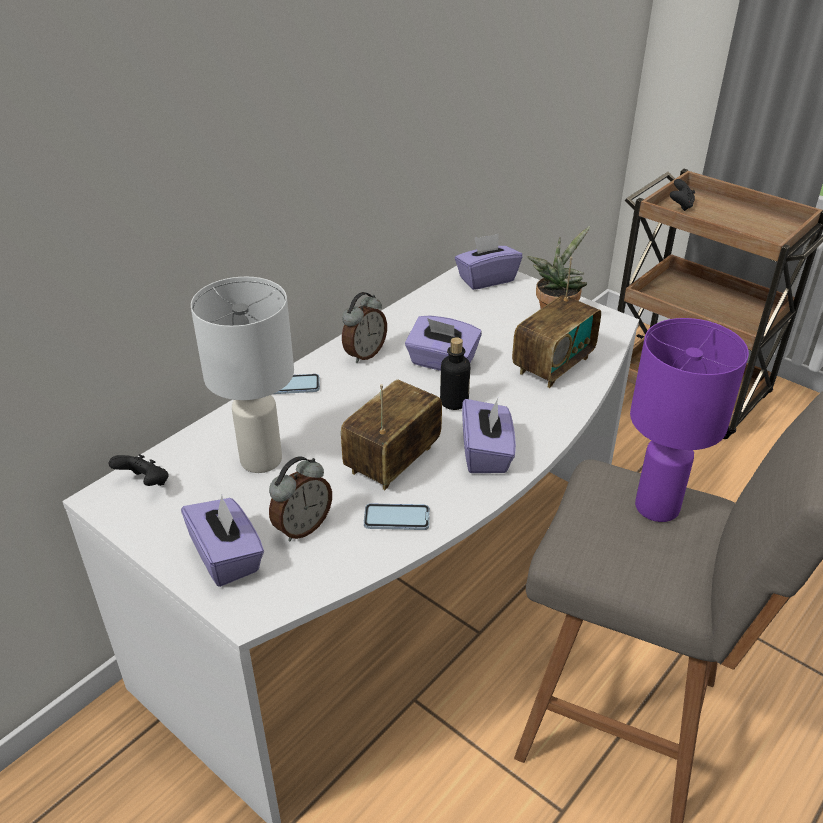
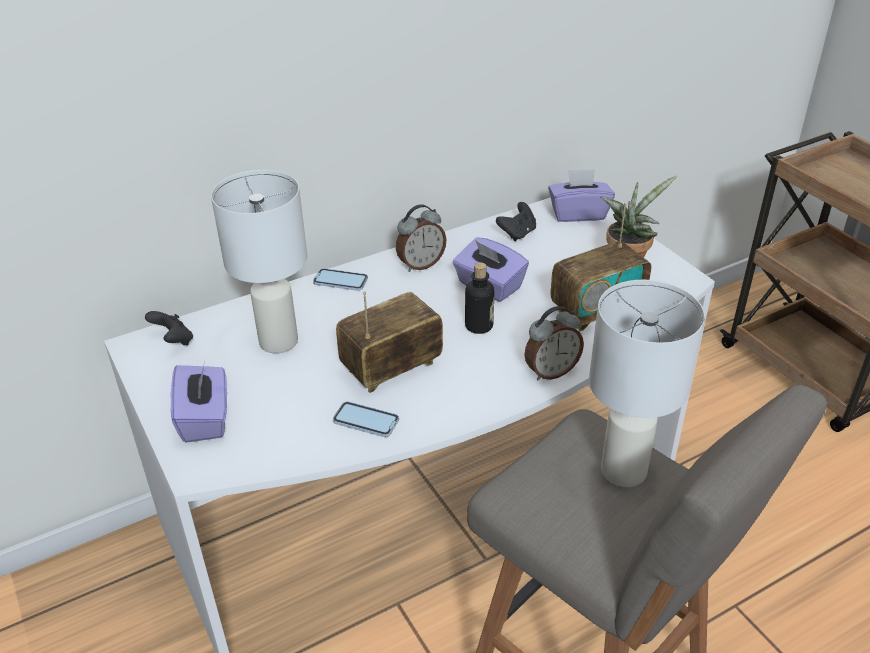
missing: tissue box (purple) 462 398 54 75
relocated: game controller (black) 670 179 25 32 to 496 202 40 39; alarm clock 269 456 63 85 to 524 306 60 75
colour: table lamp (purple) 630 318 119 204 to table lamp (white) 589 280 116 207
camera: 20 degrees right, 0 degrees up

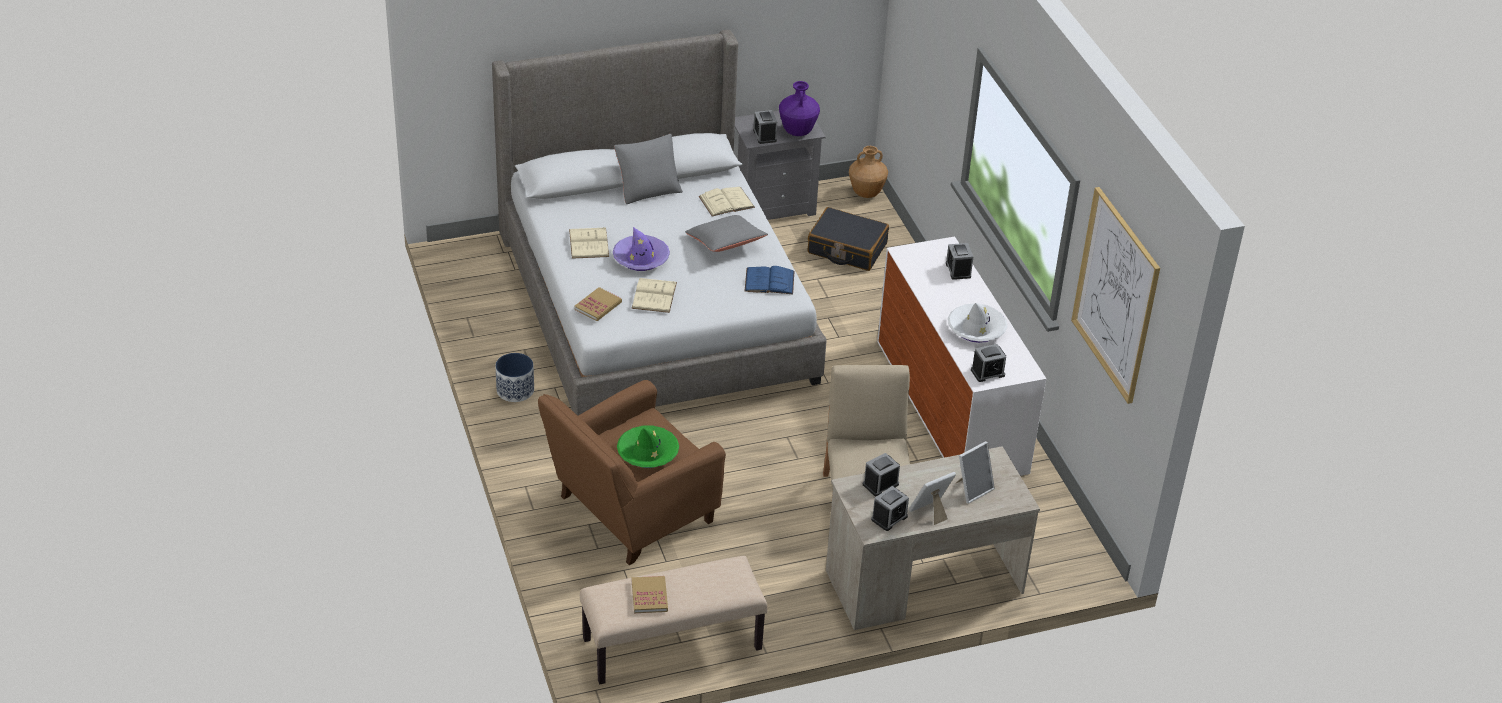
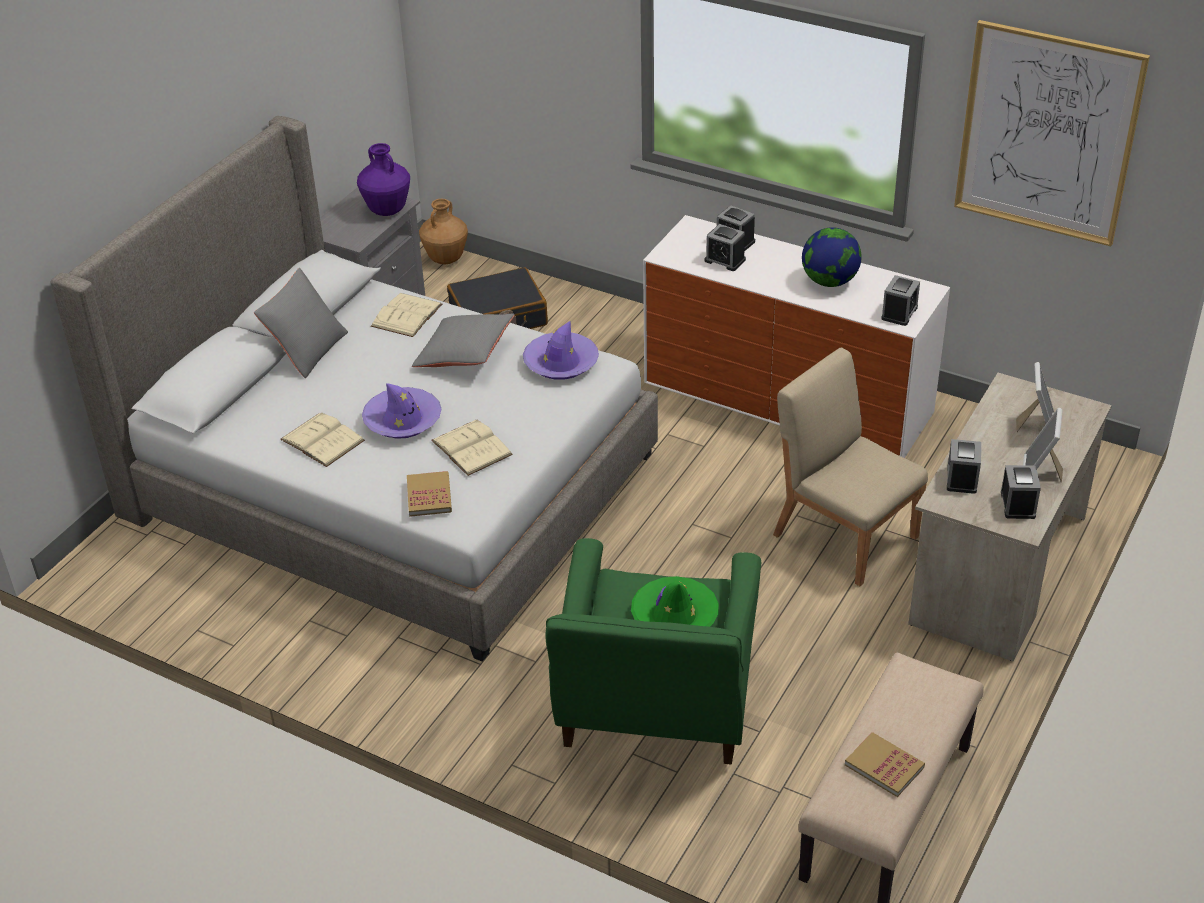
missing: planter 495 353 39 49
relocated: alarm clock 753 110 24 34 to 704 224 42 47
exchanged: book (blue) 744 266 50 28 to hat (purple) 523 321 76 59; hat (white) 948 303 59 40 to globe 802 227 60 60
colour: armchair (brown) 538 380 188 185 to armchair (green) 545 538 216 226
camera: 40 degrees left, 0 degrees up

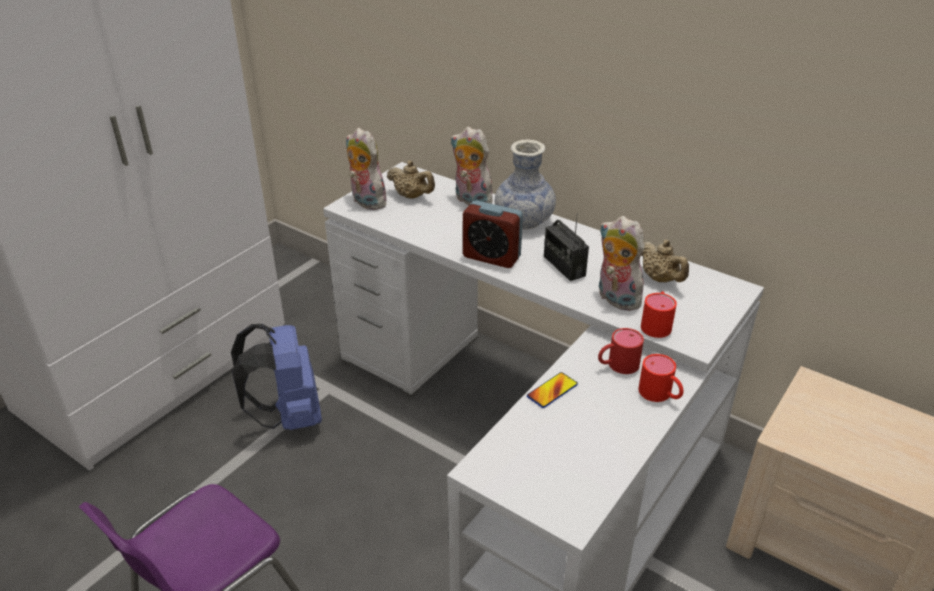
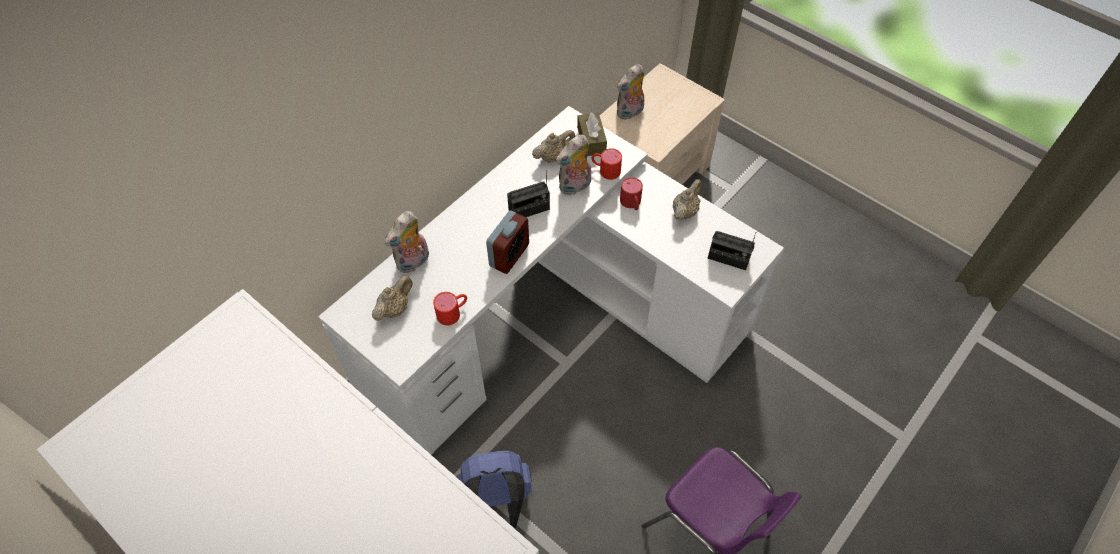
missing: vase 495 139 61 91; phone 527 372 51 36
appeared: tissue box (brown) 577 112 30 44; teapot (beige) 673 179 28 41; radio 708 231 48 39
relocated: mug (red) 638 354 46 48 to 433 292 34 33; plush toy 346 128 41 82 to 617 64 27 56
camera: 85 degrees left, 20 degrees up

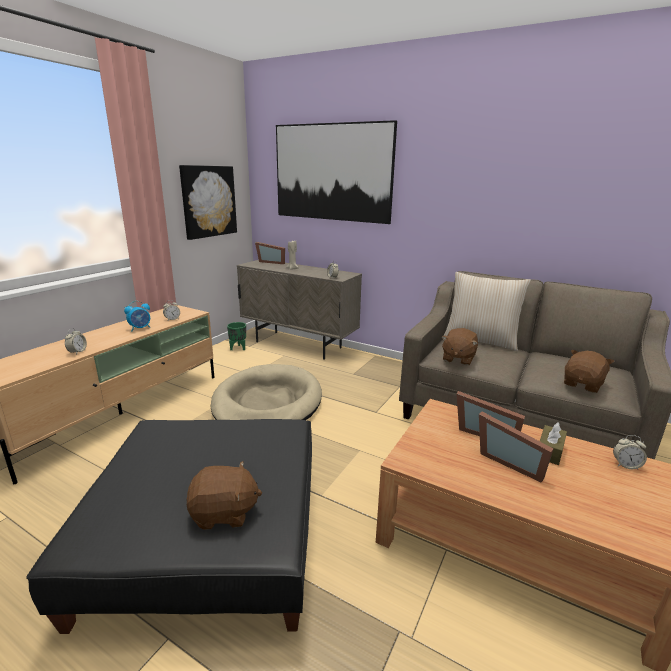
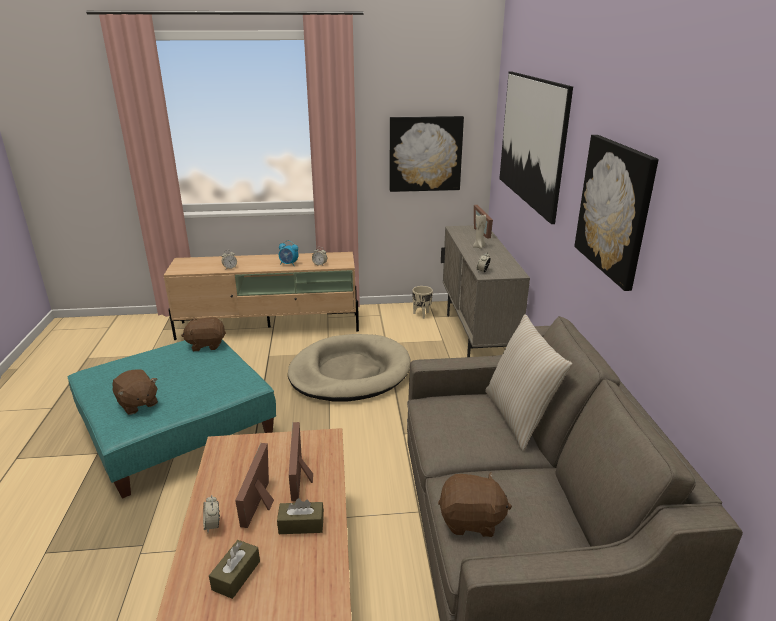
appeared: tissue box (brown) 209 540 51 59; picture 574 135 85 156
relocated: plush toy (brown) 442 328 36 38 to 181 317 45 34; alarm clock 613 435 34 35 to 203 495 17 38
colour: ottoman (black) 26 419 286 215 to ottoman (turquoise) 67 339 209 159; planter (green) 227 322 19 28 to planter (beige) 412 286 21 33
camera: 55 degrees right, 5 degrees up

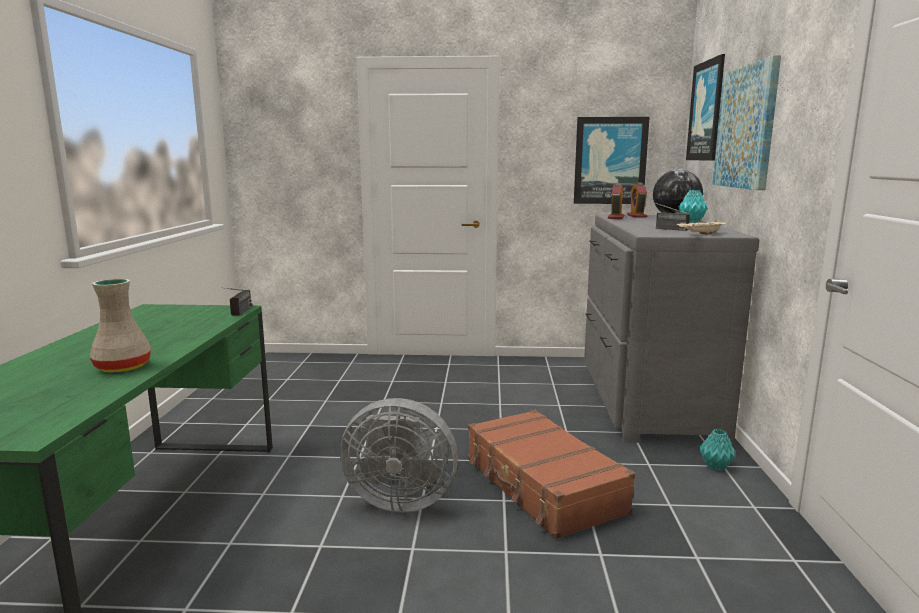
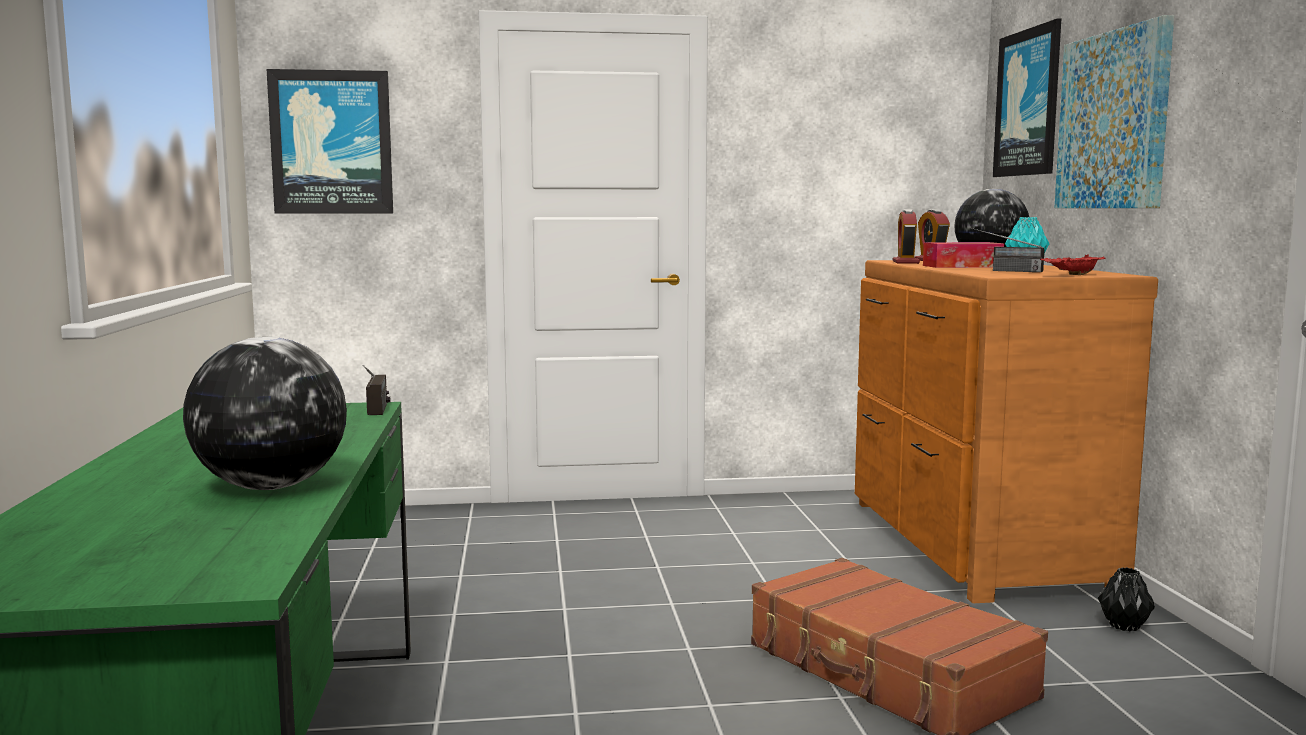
missing: fan (grey) 340 398 118 114
appeared: tissue box 923 242 81 26
relocated: picture 574 117 76 87 to 267 69 126 144
exchanged: vase (beige) 90 279 61 93 to globe 183 337 164 153
colour: dresser (grey) 584 215 176 230 to dresser (brown) 855 260 303 343; tray (beige) 676 220 51 15 to tray (red) 1040 254 66 21; vase (turquoise) 700 429 36 42 to vase (black) 1098 567 57 64
camera: 10 degrees left, 5 degrees down

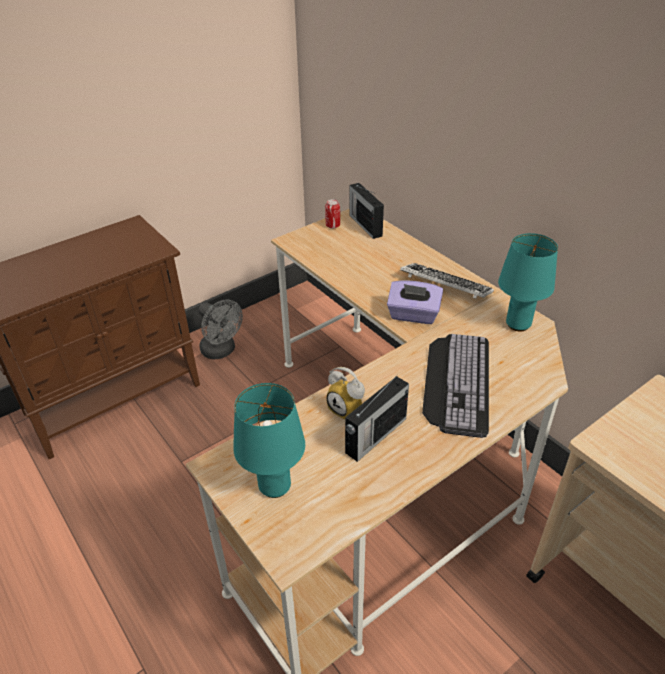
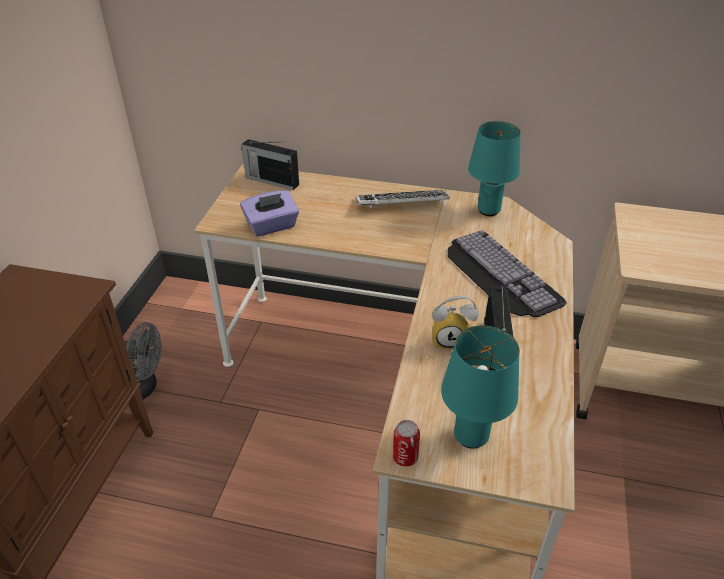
relocated: tissue box (purple) 387 280 56 44 to 240 190 59 47; can 325 199 15 30 to 393 420 27 47
camera: 40 degrees left, 0 degrees up

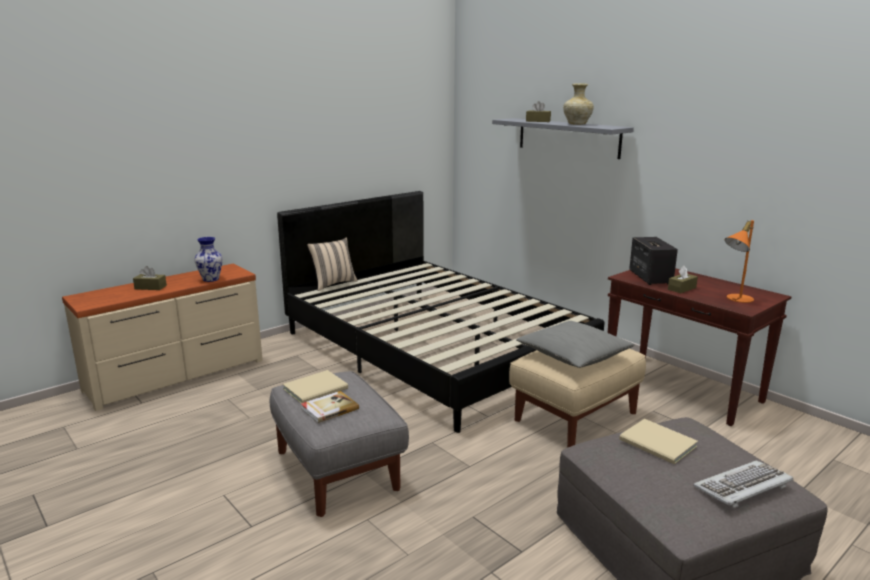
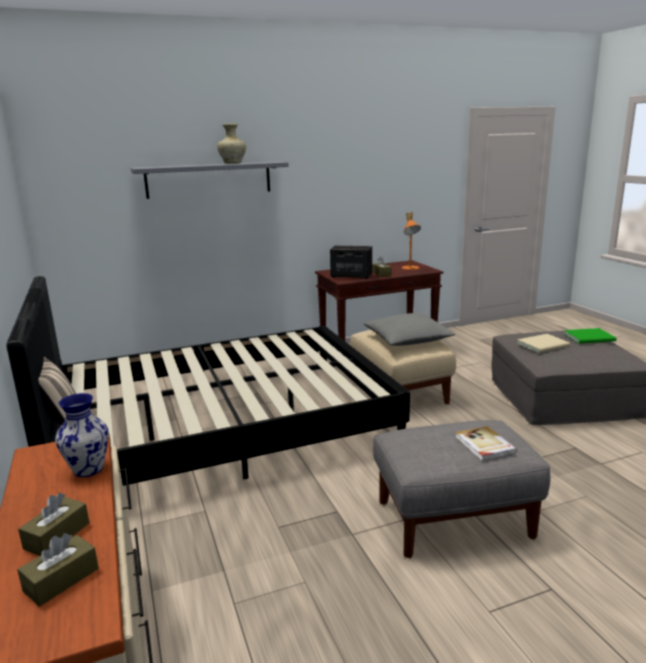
missing: book (beige) 283 370 65 33
relocated: tissue box (brown) 526 101 25 21 to 17 533 82 74
exchanged: keyboard 693 461 101 47 to book (green) 564 328 53 16
camera: 70 degrees left, 0 degrees up

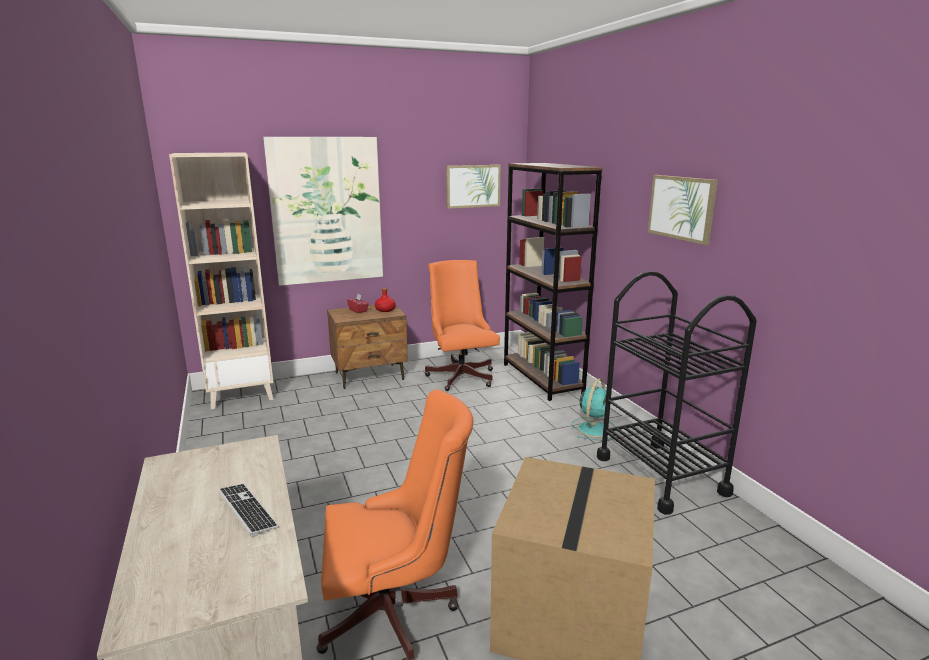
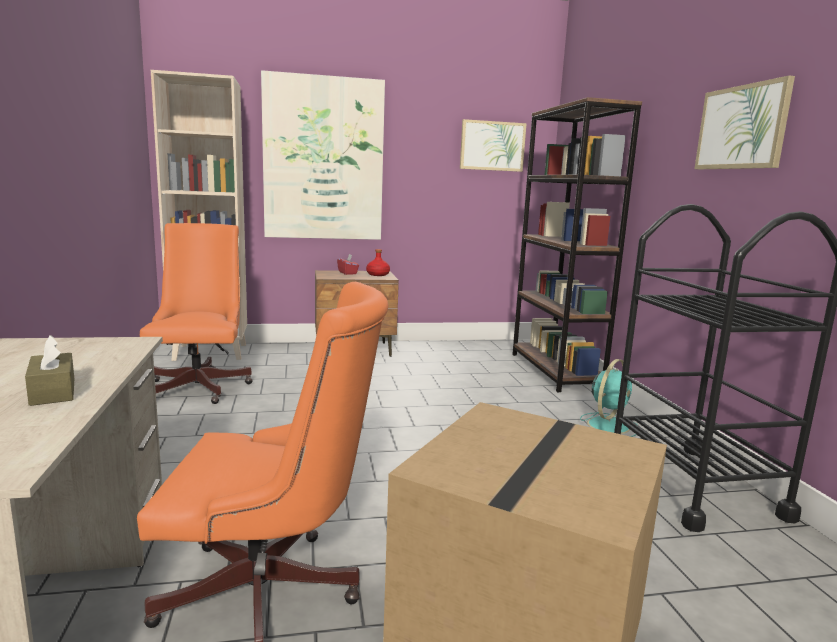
relocated: office chair (orange) 425 260 75 131 to 140 223 113 181
exchanged: keyboard 218 484 61 53 to tissue box (brown) 25 335 49 71
camera: 10 degrees right, 5 degrees down

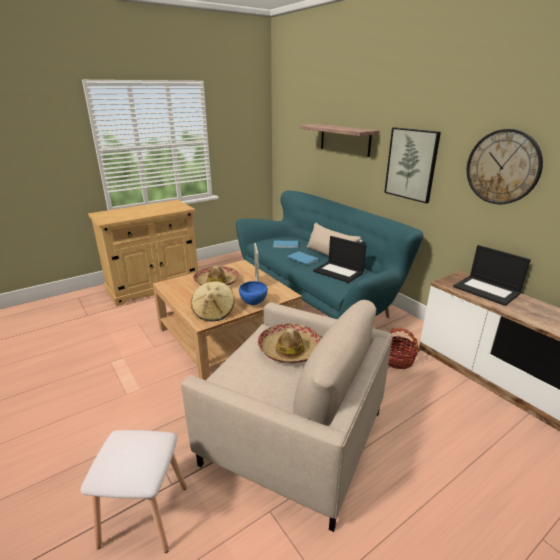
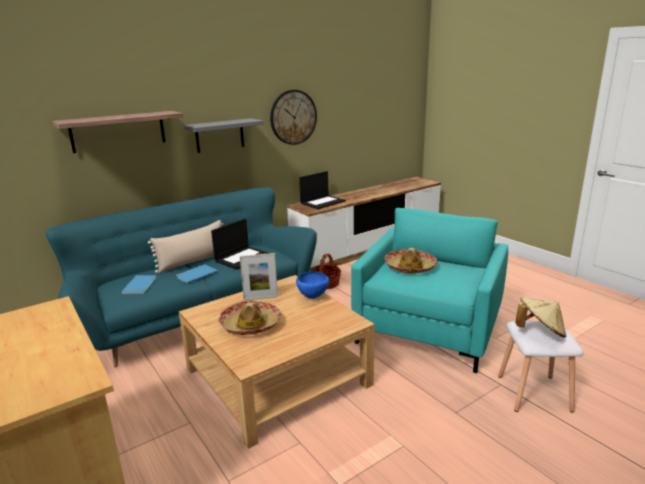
relocated: hat (beige) 191 281 43 40 to 515 297 51 41
exchanged: picture 384 127 57 76 to shelf (grey) 184 118 80 35
colour: armchair (beige) 181 300 211 232 to armchair (turquoise) 351 208 157 165
camera: 90 degrees left, 5 degrees down

